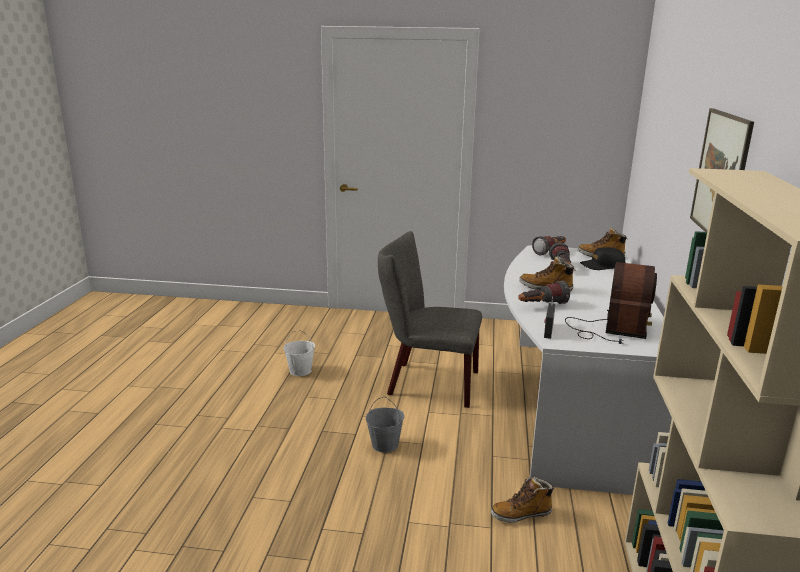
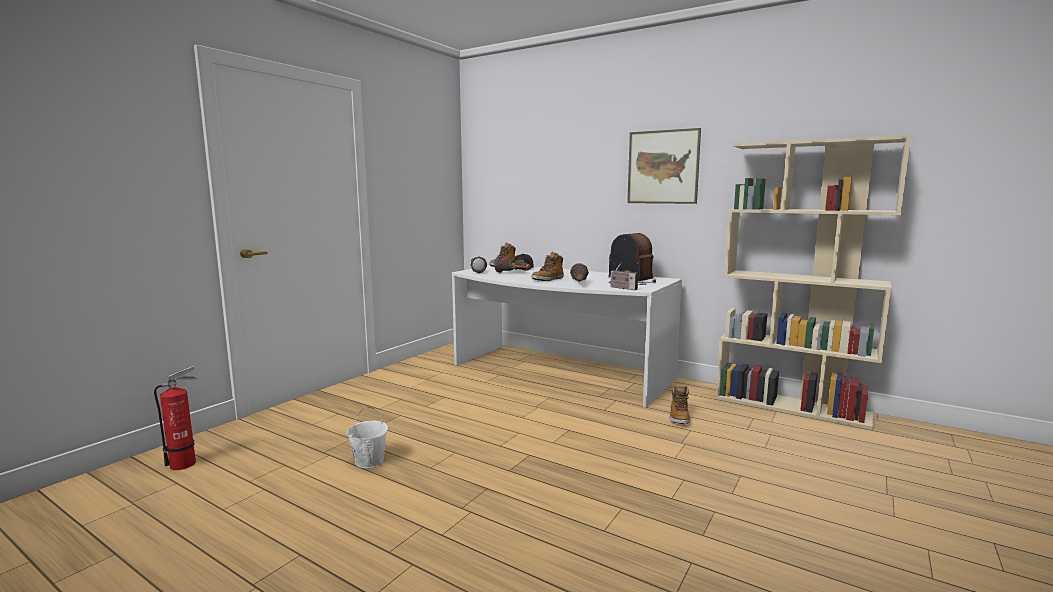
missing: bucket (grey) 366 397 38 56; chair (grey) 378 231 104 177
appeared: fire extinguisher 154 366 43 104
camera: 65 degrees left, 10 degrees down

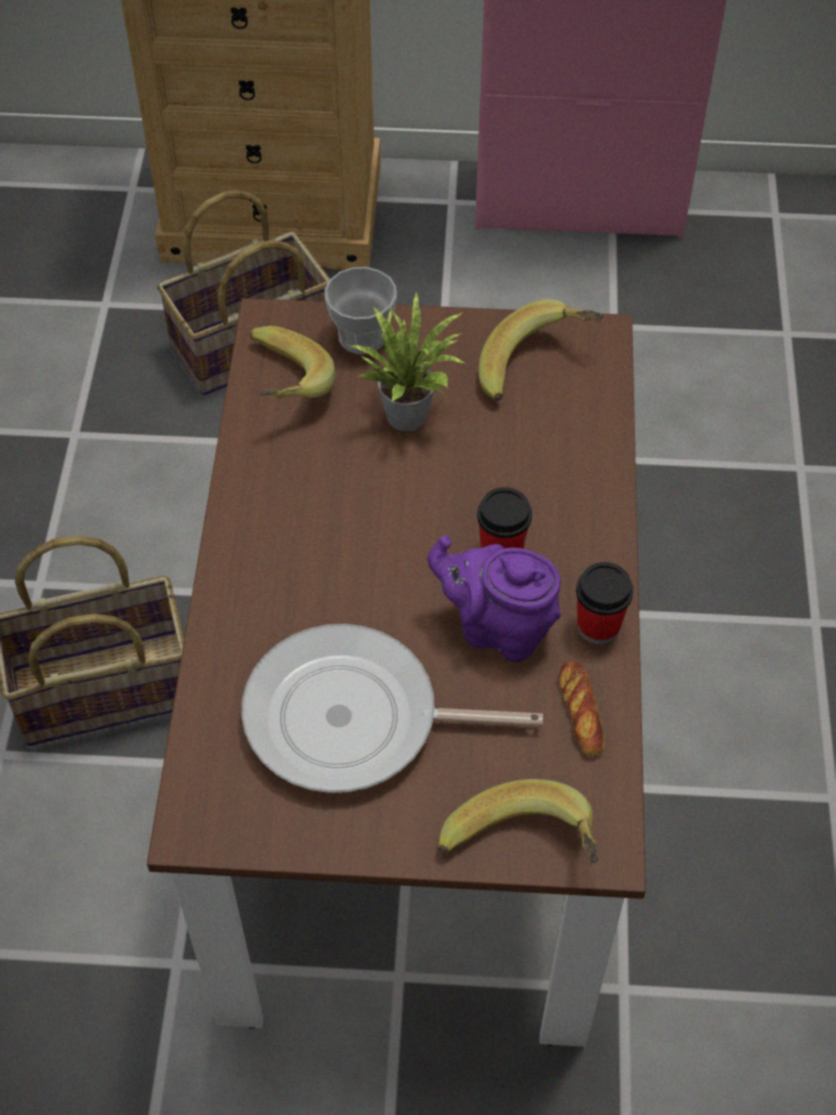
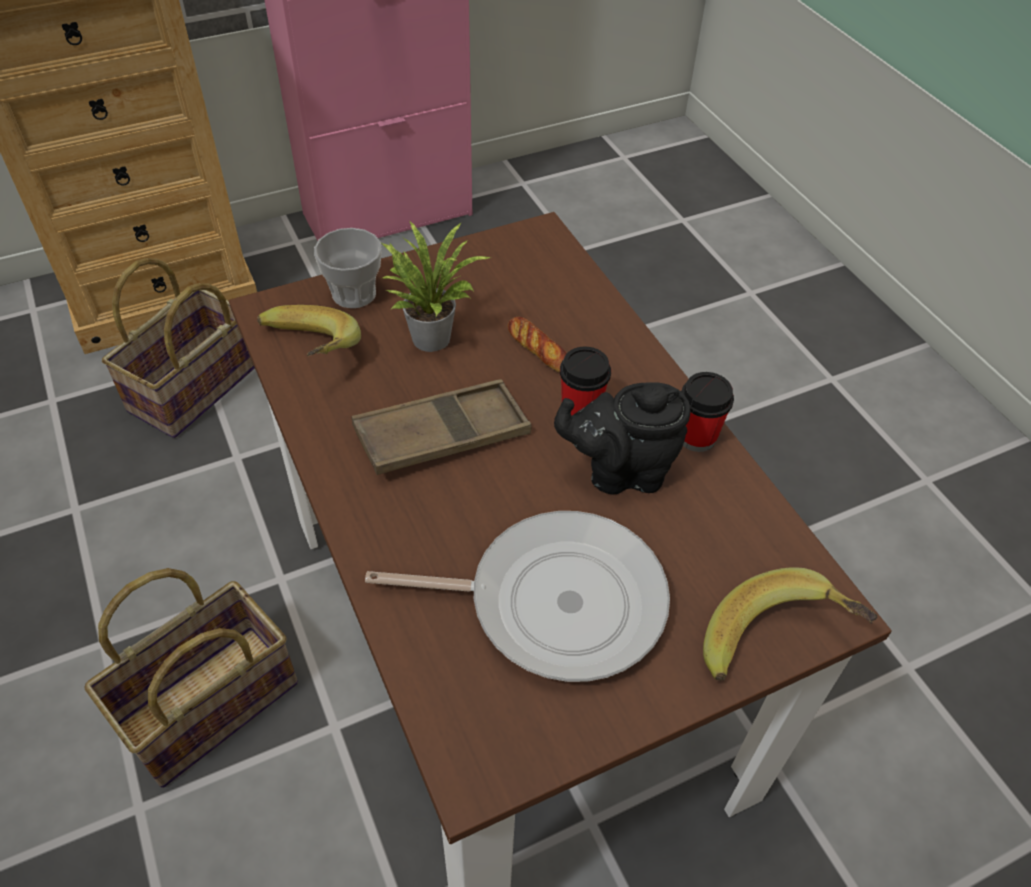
missing: banana 479 299 125 102
appeared: tray (brown) 352 379 180 96
relocated: bread 559 660 46 97 to 508 317 59 56
colour: teapot (purple) 427 535 134 127 to teapot (black) 554 382 136 113
spun: frying pan 241 624 302 169 = 365 511 305 171 150 degrees counterclockwise
camera: 30 degrees left, 5 degrees down

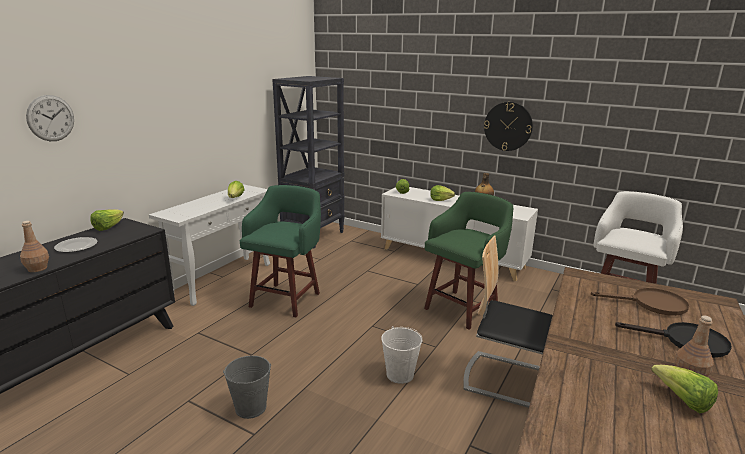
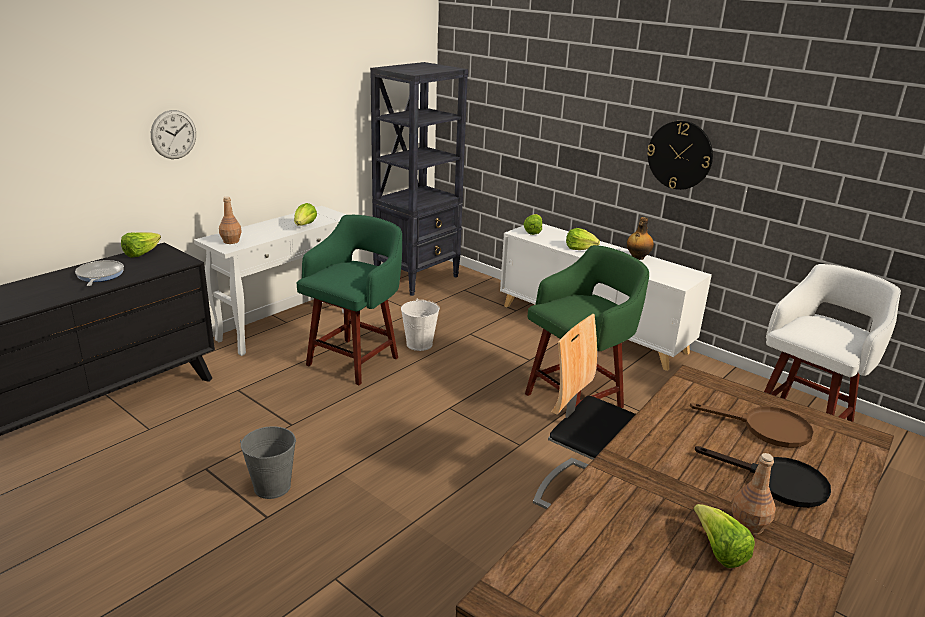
relocated: wall clock 26 95 48 46 to 151 110 45 49; bottle (brown) 20 221 29 51 to 219 196 23 48; bucket (white) 381 326 42 58 to 401 299 39 52
exchanged: plate 54 237 44 15 to frying pan 75 260 49 26
camera: 10 degrees right, 5 degrees up

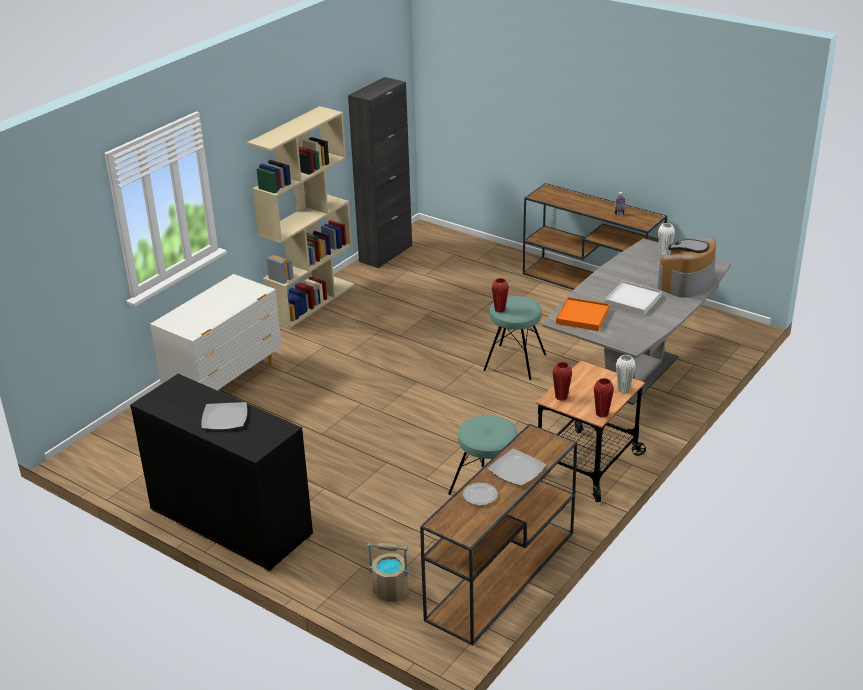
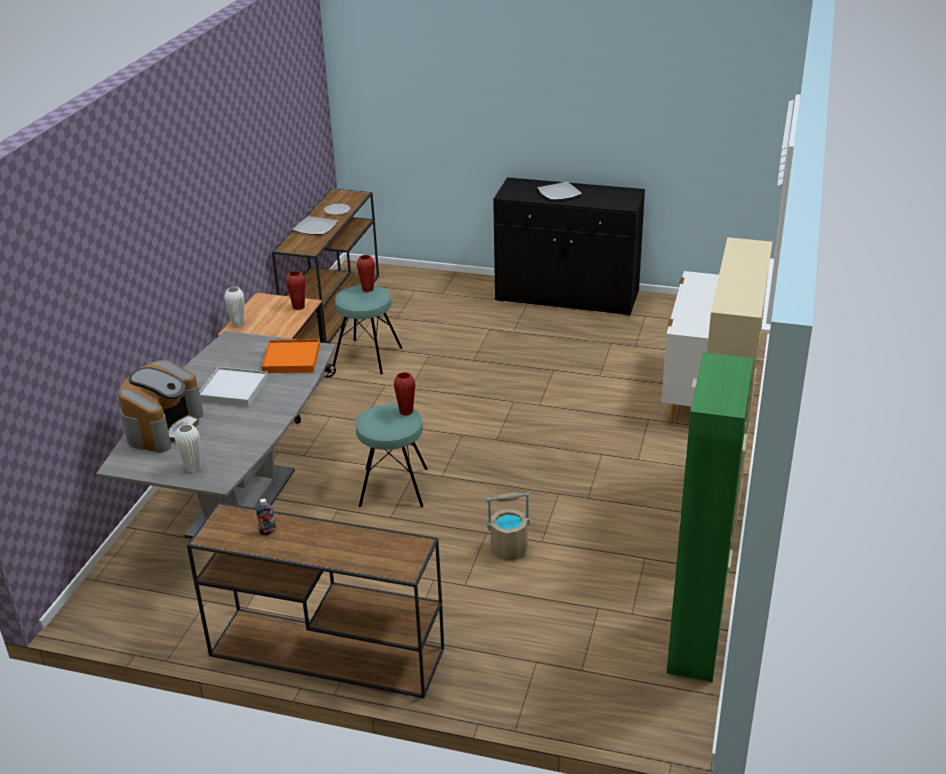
relocated: vase (red) 594 378 20 40 to 357 255 18 37; bucket (beige) 367 543 42 59 to 486 492 44 69
colour: cabinet (black) 348 77 64 191 to cabinet (green) 666 352 88 330
camera: 160 degrees right, 0 degrees up

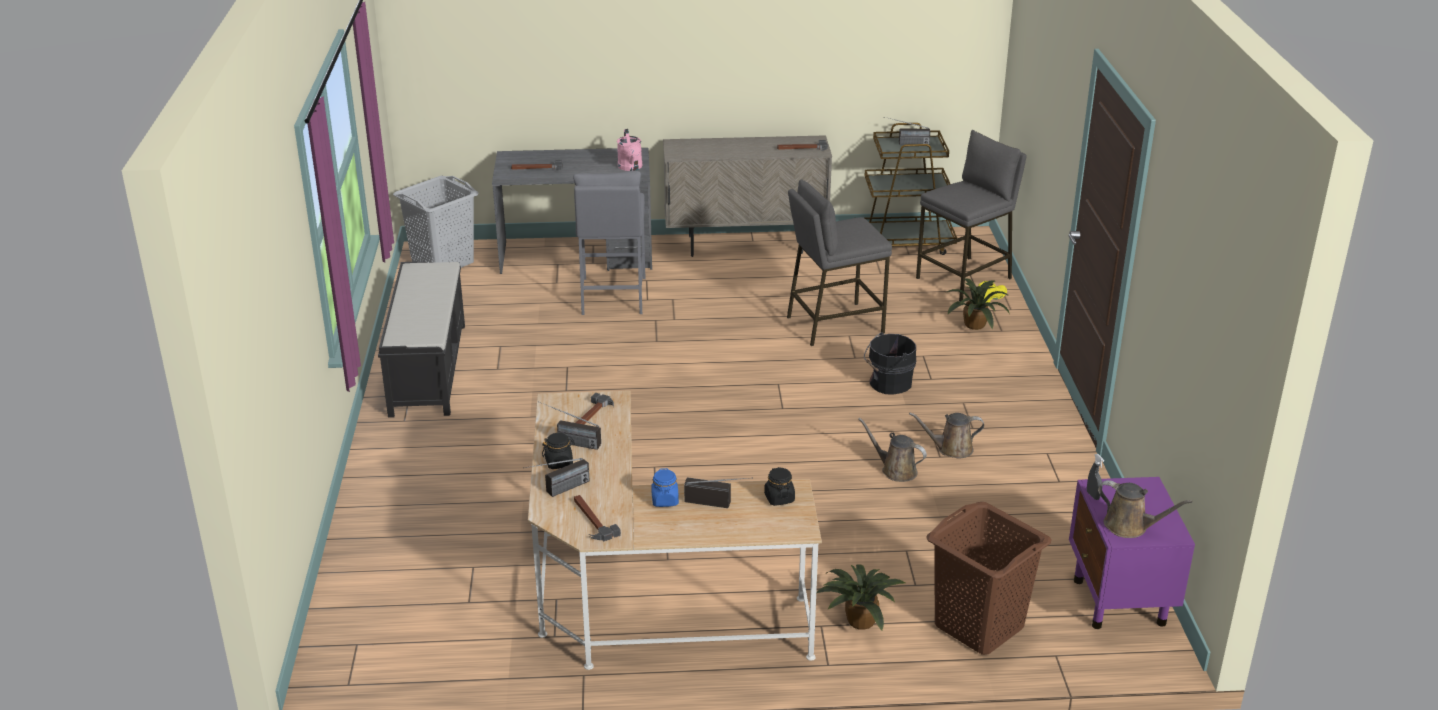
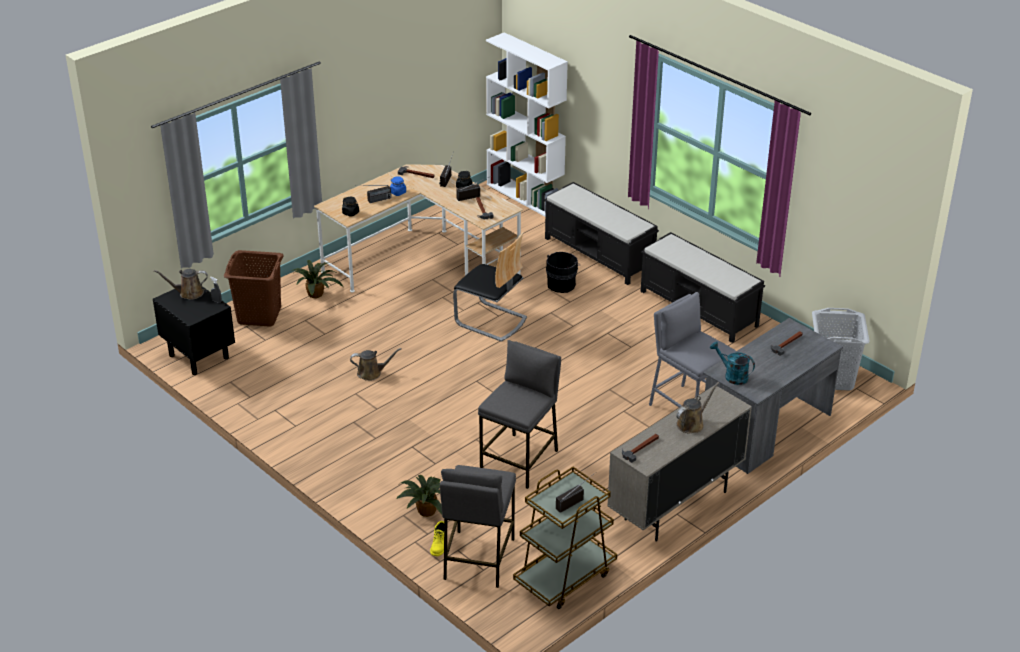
appeared: chair 453 232 74 110; bookcase (white) 486 32 82 185; bench (black) 544 182 115 103
relocated: bucket (black) 864 332 52 62 to 546 252 34 41; watering can (brown) 909 412 75 46 to 676 382 43 51
colour: nightstand (purple) 1069 477 126 152 to nightstand (black) 153 286 82 89; watering can (pink) 617 129 25 42 to watering can (turquoise) 710 341 45 44
camera: 140 degrees right, 5 degrees up

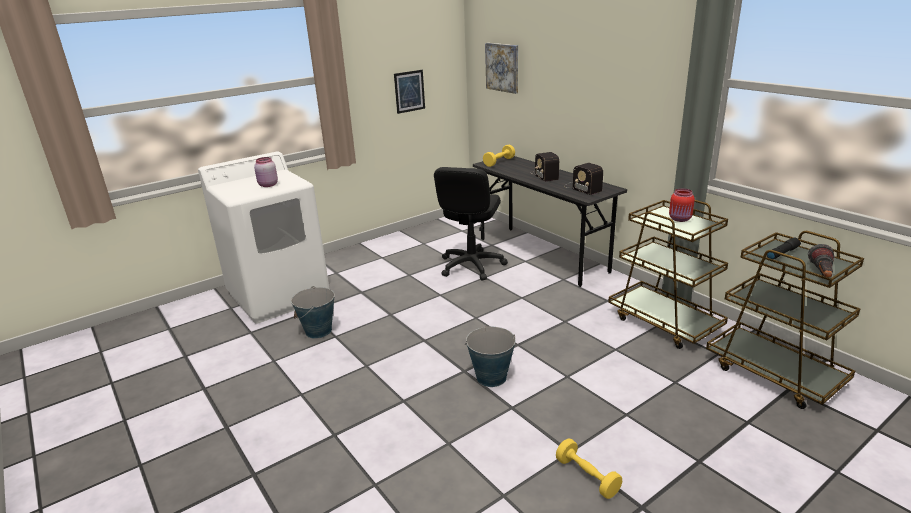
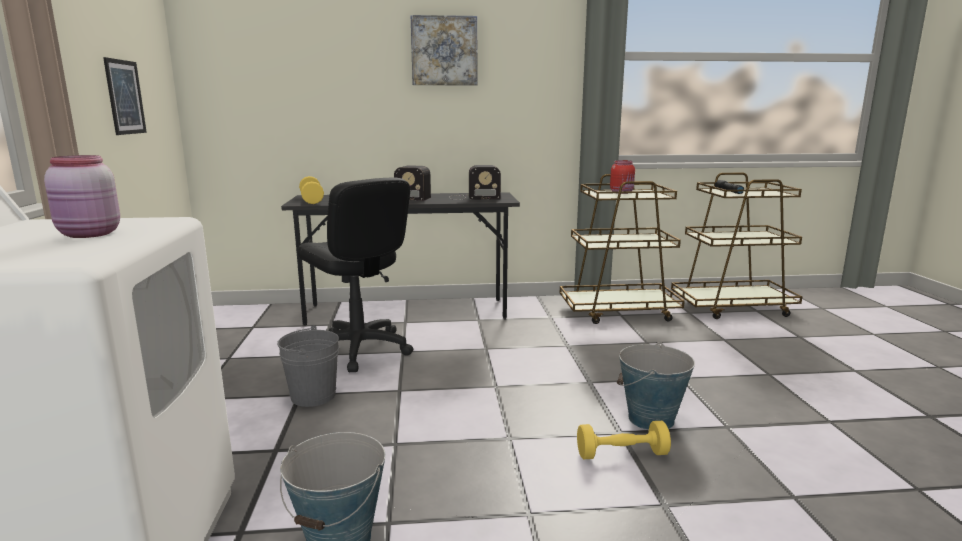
missing: flashlight 808 244 27 34
appeared: bucket (grey) 277 325 62 82
relocated: picture 485 43 33 51 to 410 15 67 70; dumbbell (yellow) 556 438 66 61 to 577 421 94 38
camera: 60 degrees left, 10 degrees down

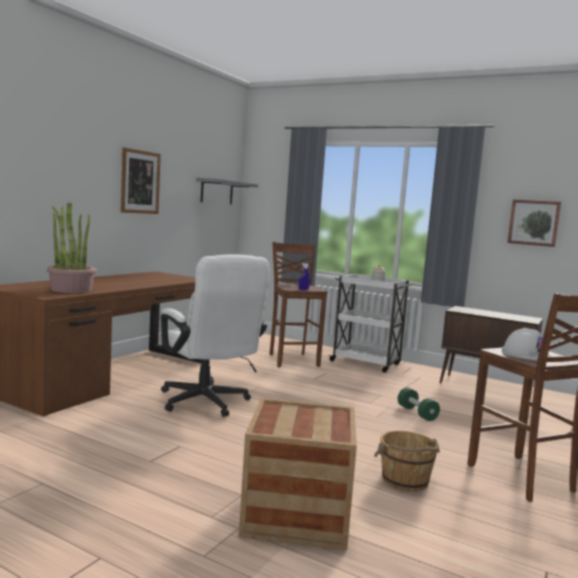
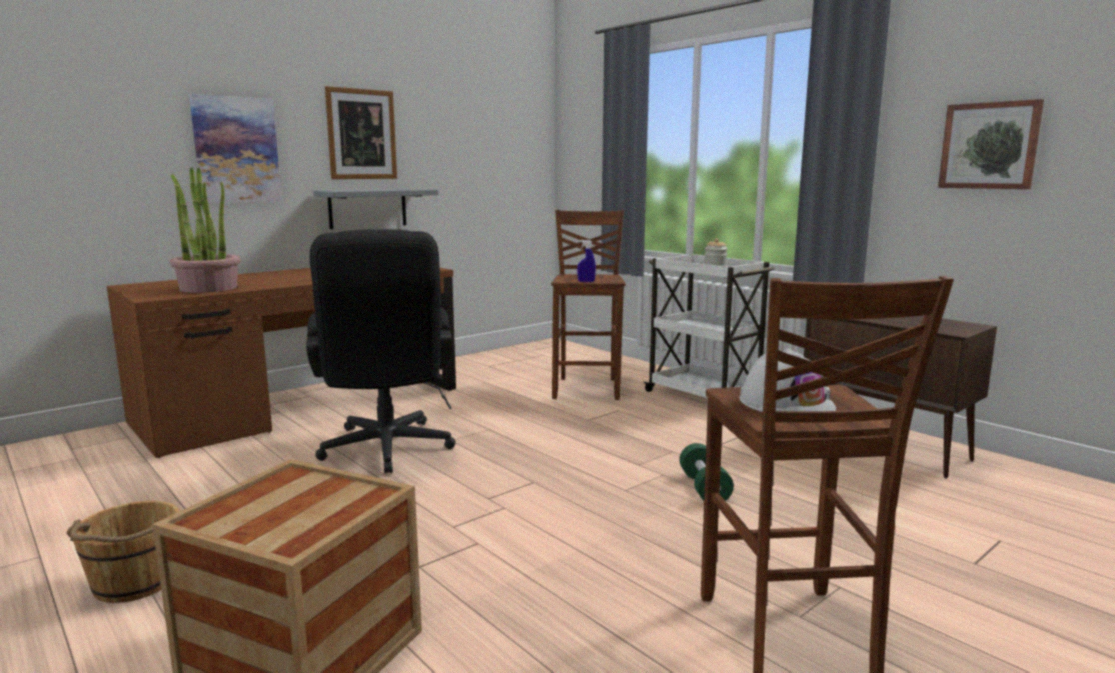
appeared: picture 189 94 93 109
relocated: bucket (brown) 374 431 66 60 to 66 501 113 102; shelf (grey) 196 178 62 26 to 313 189 125 40
colour: office chair (white) 161 255 109 162 to office chair (black) 306 229 150 244
camera: 20 degrees right, 5 degrees up

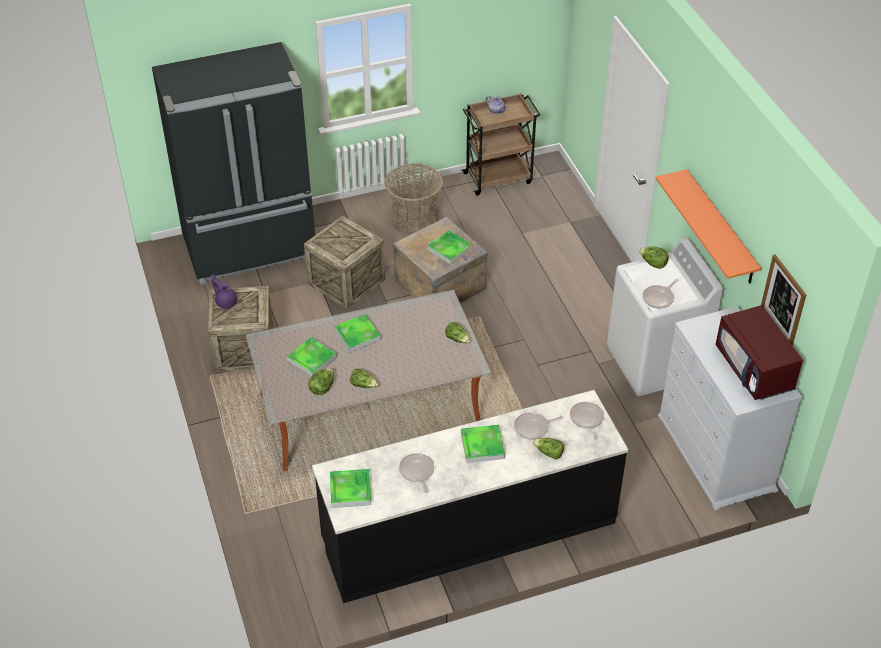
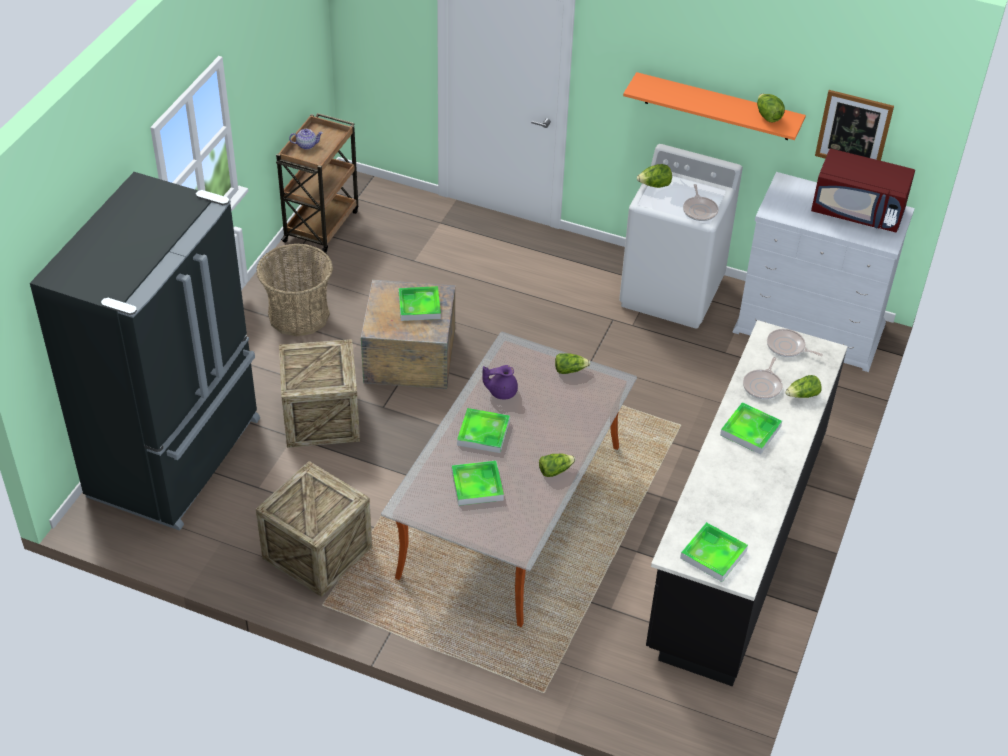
missing: frying pan 399 453 35 41
relocated: teapot (purple) 211 274 26 35 to 482 365 36 35; lettuce 308 368 26 27 to 757 94 28 28
camera: 50 degrees left, 0 degrees up

